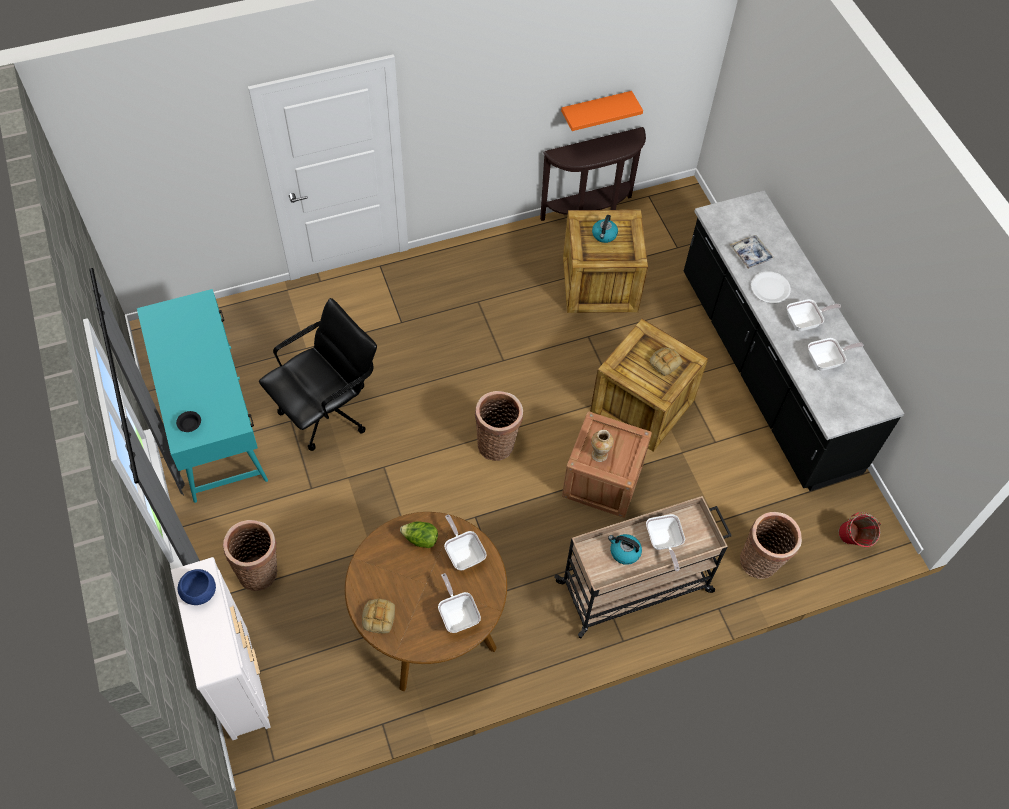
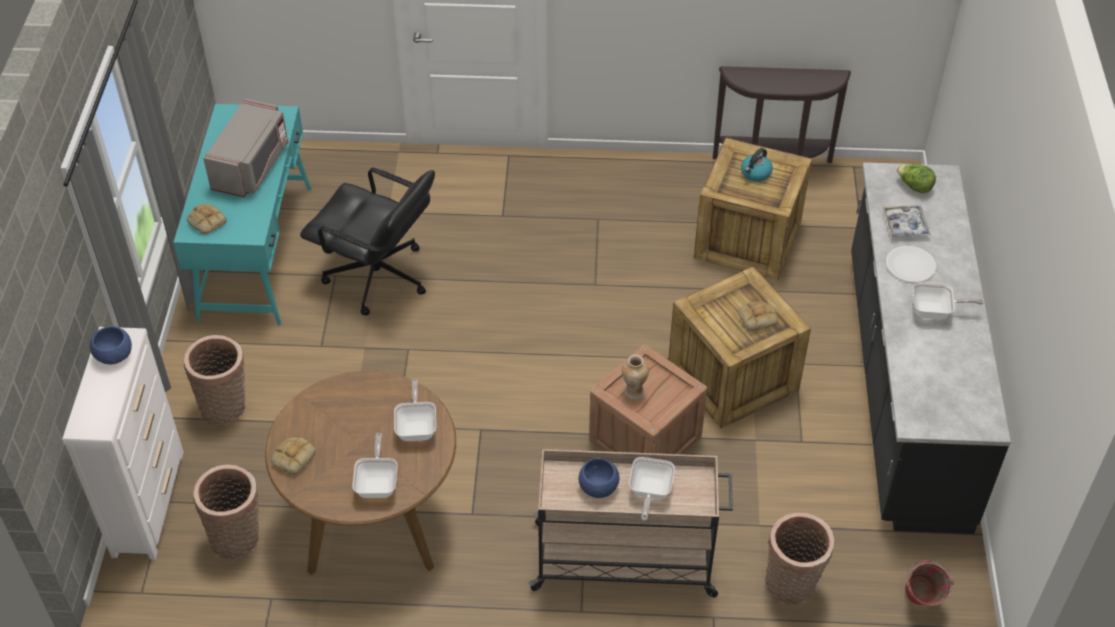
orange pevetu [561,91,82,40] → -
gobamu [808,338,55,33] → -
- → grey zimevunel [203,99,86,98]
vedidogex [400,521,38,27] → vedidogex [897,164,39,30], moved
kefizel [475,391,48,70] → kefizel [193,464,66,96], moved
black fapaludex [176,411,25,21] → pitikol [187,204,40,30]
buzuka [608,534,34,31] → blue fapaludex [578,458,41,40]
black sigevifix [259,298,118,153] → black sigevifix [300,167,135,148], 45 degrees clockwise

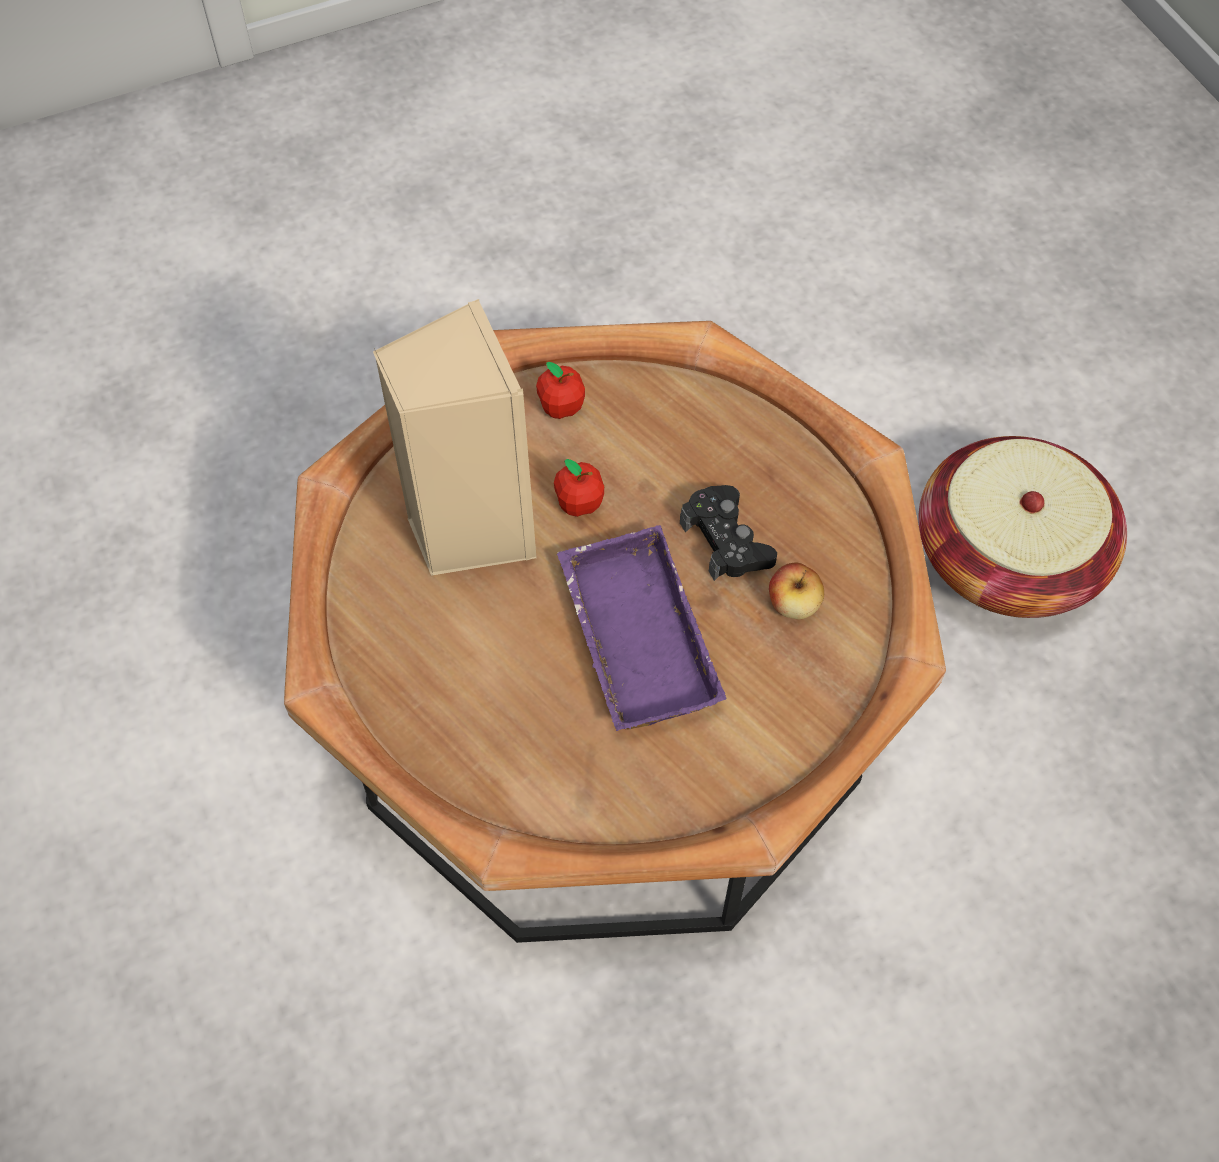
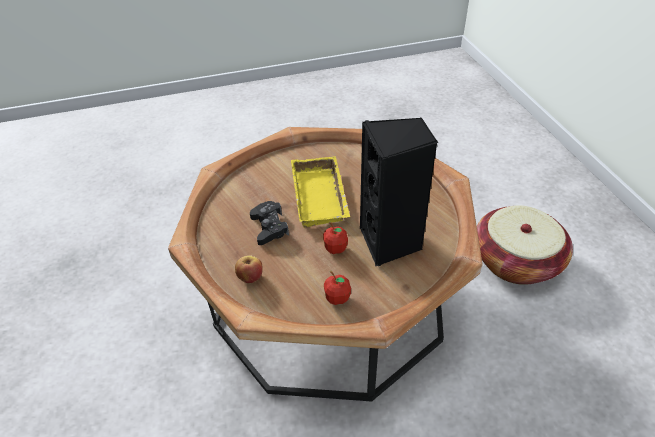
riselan [769,563,55,57] → riselan [235,255,28,28], moved
kefizel [918,436,209,182] → kefizel [477,205,96,80], moved
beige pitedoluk [373,299,163,277] → black pitedoluk [360,118,78,148]
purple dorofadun [557,525,170,206] → yellow dorofadun [291,156,60,72]

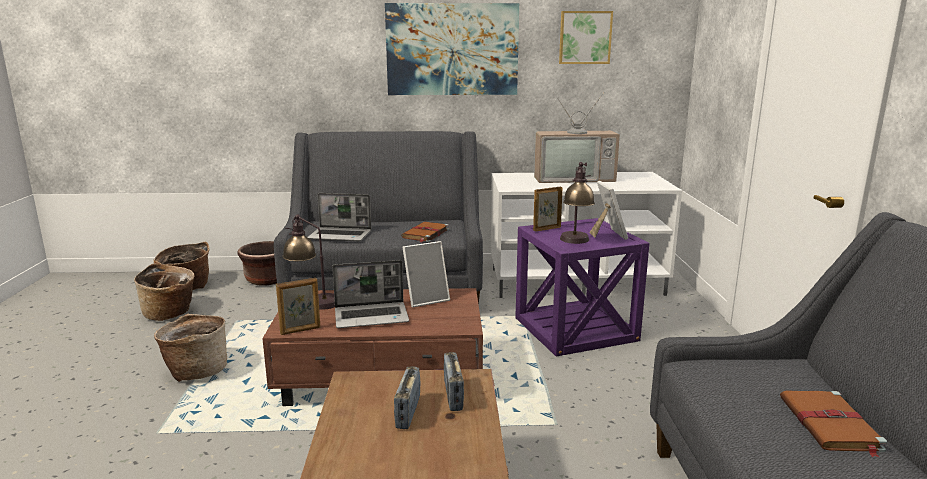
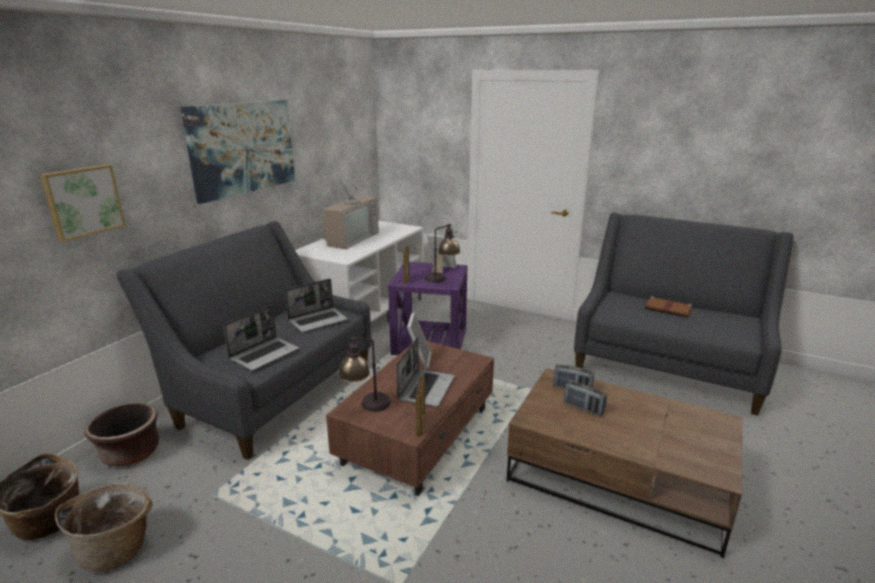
kefizel [154,314,73,68] → -
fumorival [559,11,54,53] → fumorival [40,164,86,78], moved
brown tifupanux [401,222,48,20] → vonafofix [285,279,63,53]

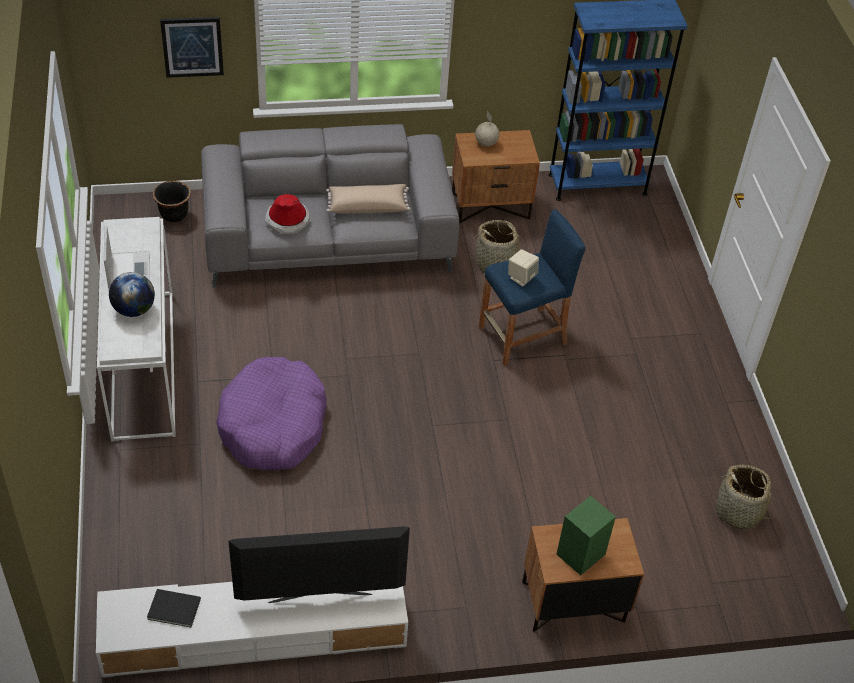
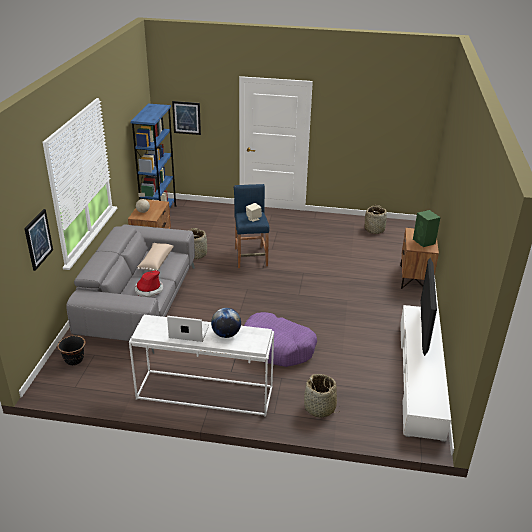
black tifupanux [147,589,54,39] → -
- → fumorival [172,101,29,34]
- → kefizel [304,374,36,44]

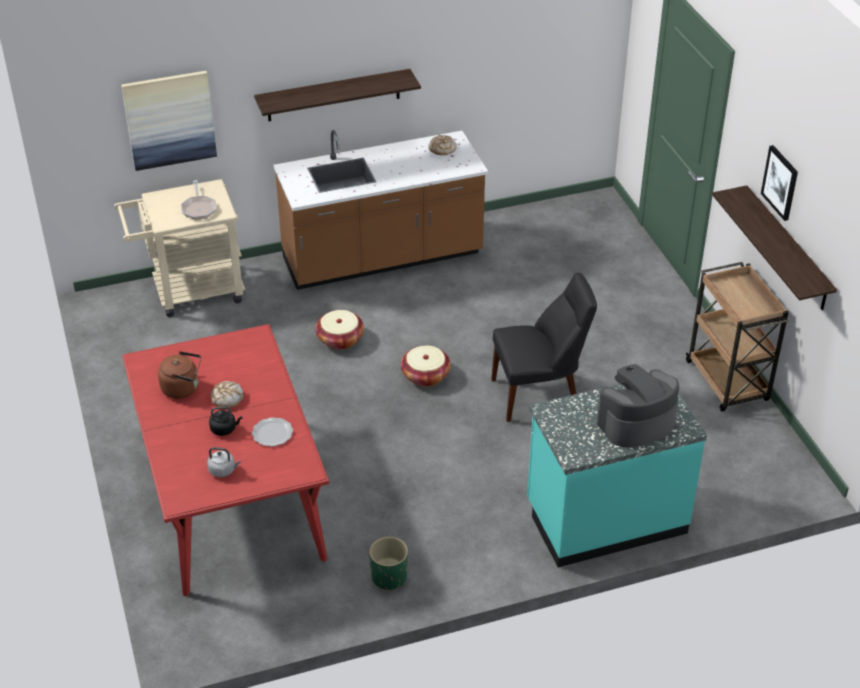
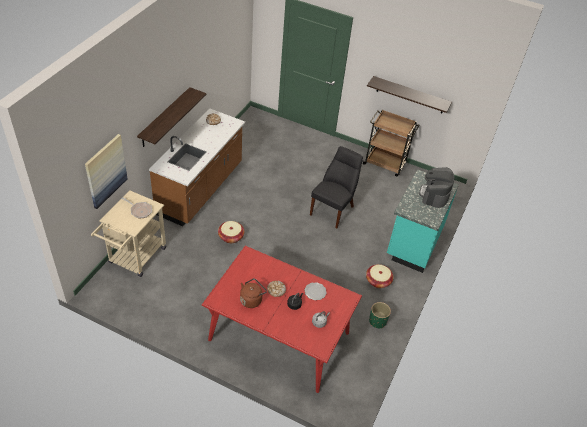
fumorival [761,145,37,76] → -
kefizel [401,346,50,41] → kefizel [366,264,27,24], moved

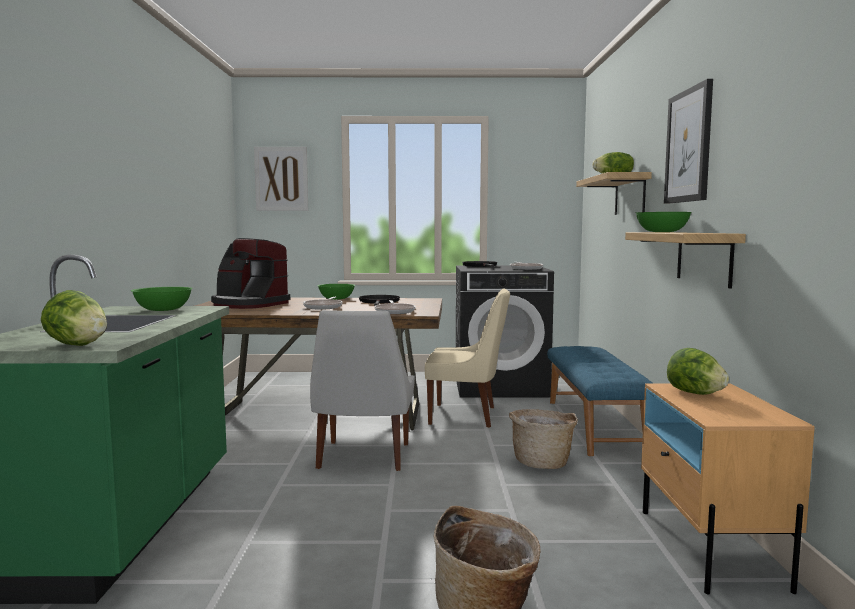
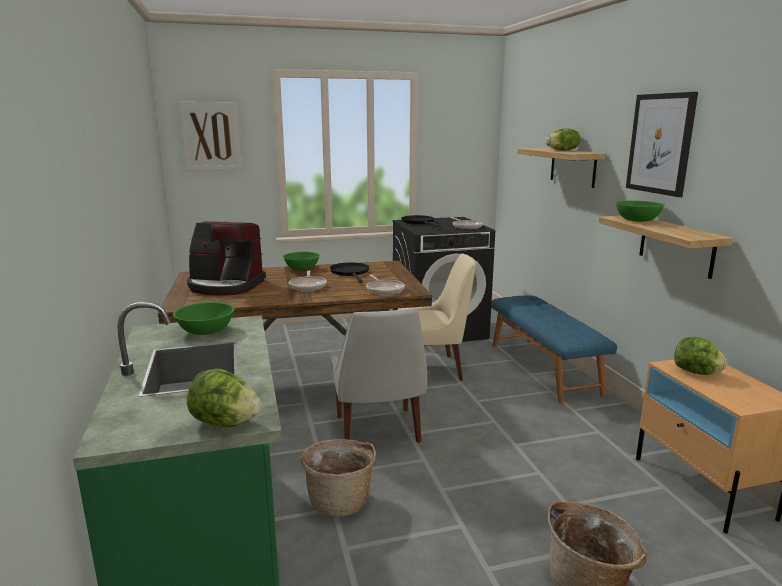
kefizel [509,409,69,60] → kefizel [301,439,75,78], moved

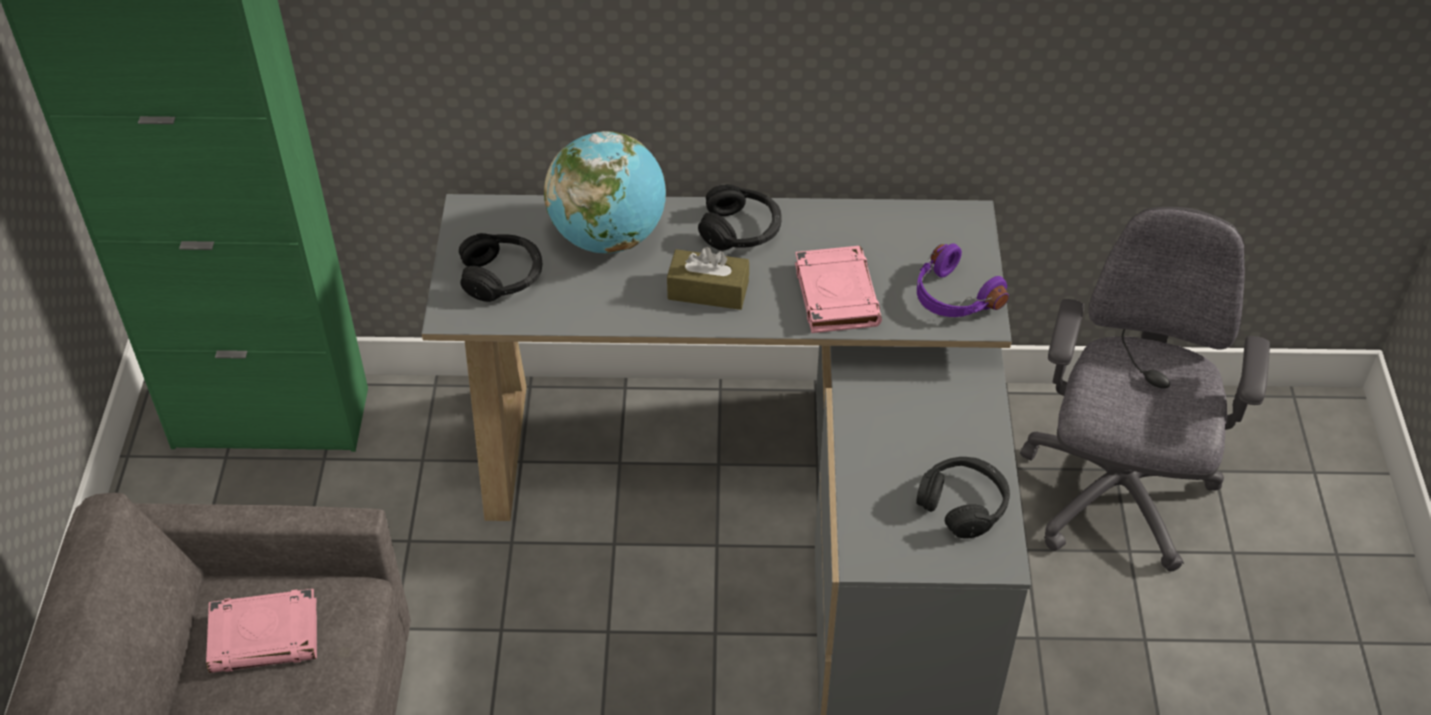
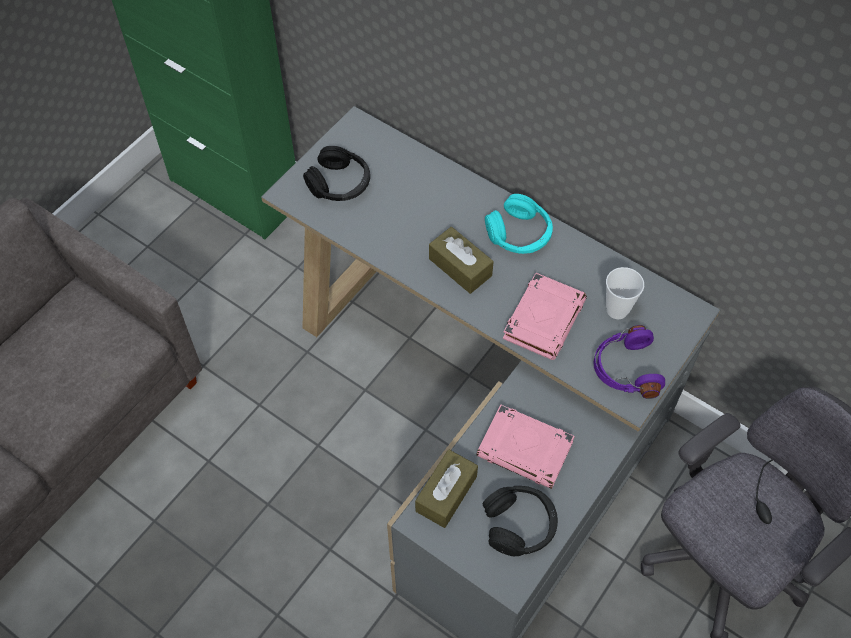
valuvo [544,131,122,122] → -
- → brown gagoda [415,449,63,79]
- → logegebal [606,267,38,52]
pink tifupanux [206,589,111,84] → pink tifupanux [476,405,99,84], moved
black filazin [698,184,83,67] → turquoise filazin [485,194,68,60]

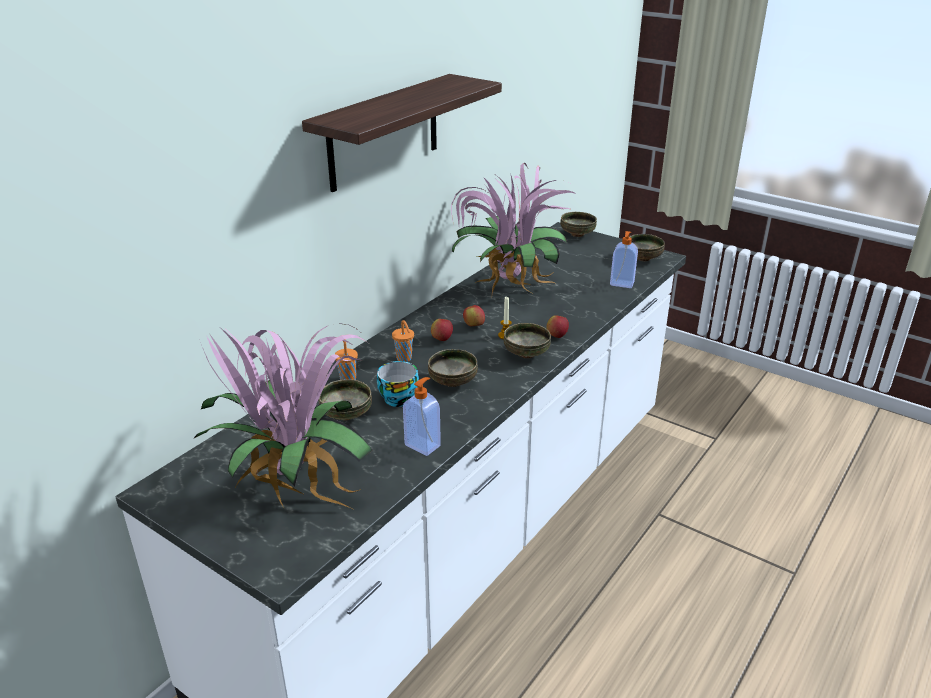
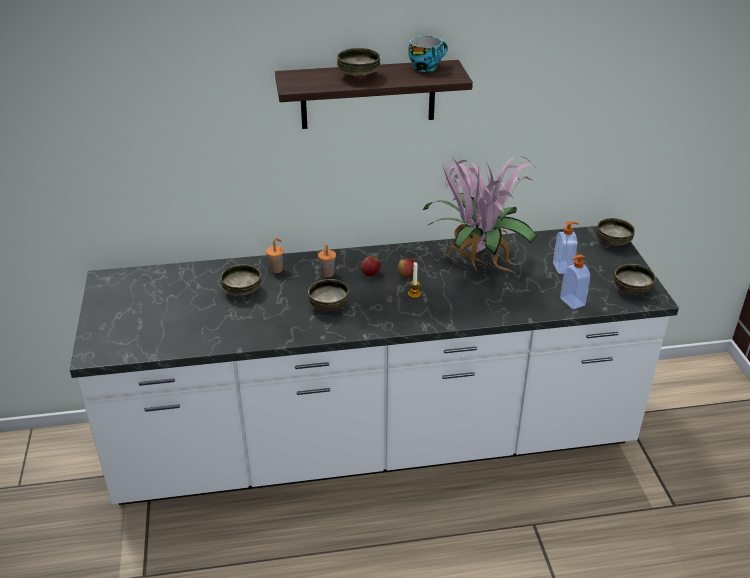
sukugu [193,323,179,187] → -
riselan [546,315,23,23] → -
logegebal [377,361,42,46] → logegebal [409,36,39,36], moved
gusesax [403,377,38,79] → gusesax [553,222,25,52], moved
fapaludex [504,323,47,35] → fapaludex [337,48,43,31], moved

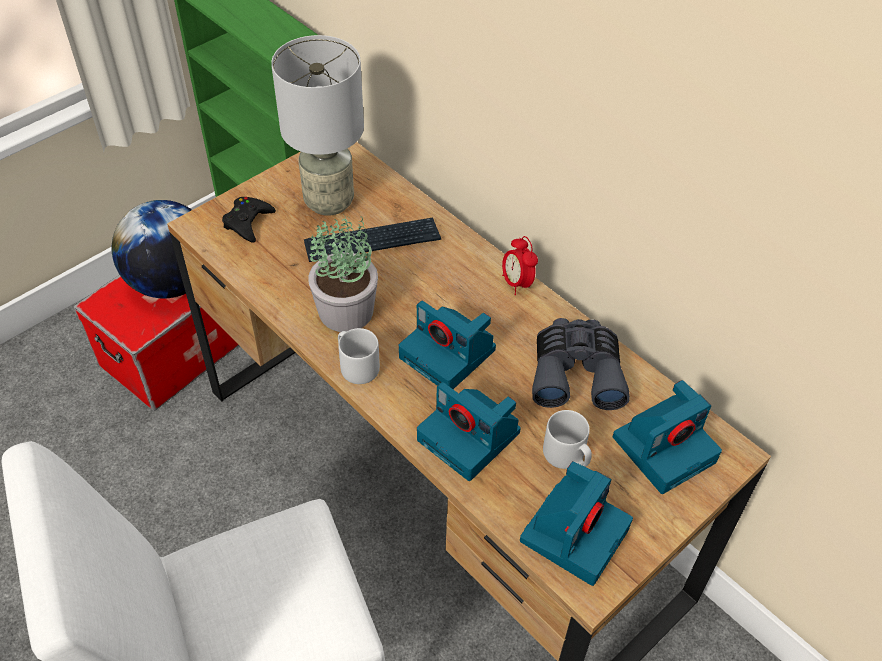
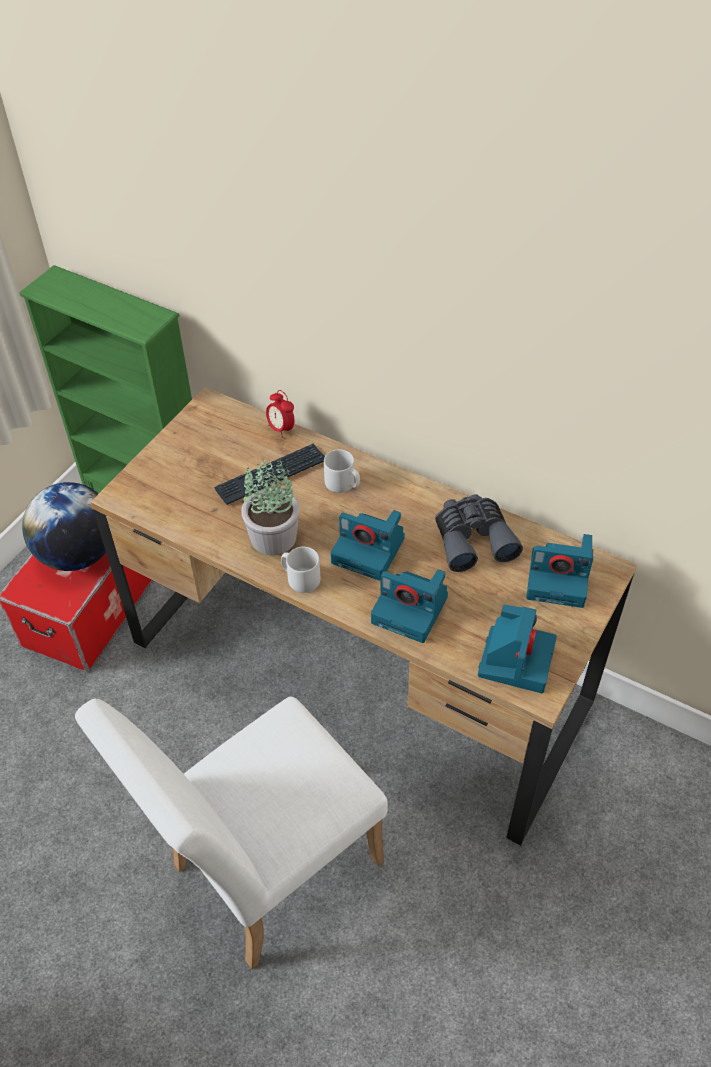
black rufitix [222,197,54,46] → -
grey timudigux [271,35,93,181] → -
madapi [502,236,36,59] → madapi [266,390,28,48], moved
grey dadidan [543,410,49,59] → grey dadidan [324,450,36,43], moved
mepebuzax [613,380,109,114] → mepebuzax [526,534,67,74], 60 degrees clockwise

